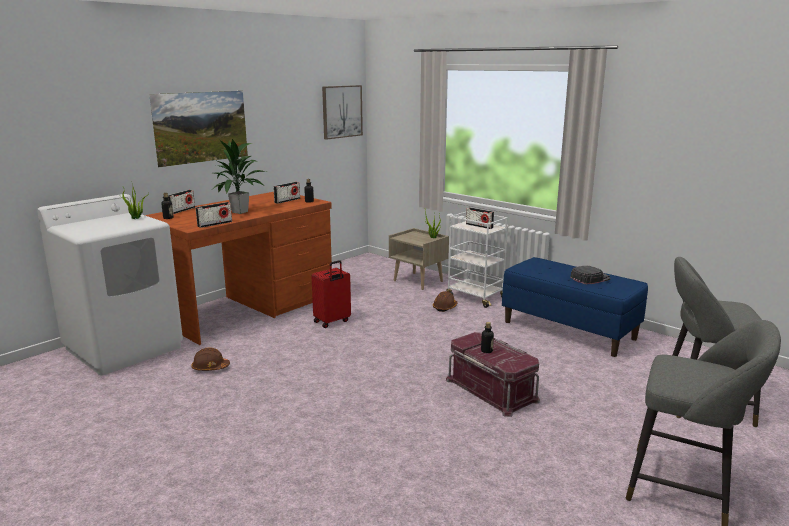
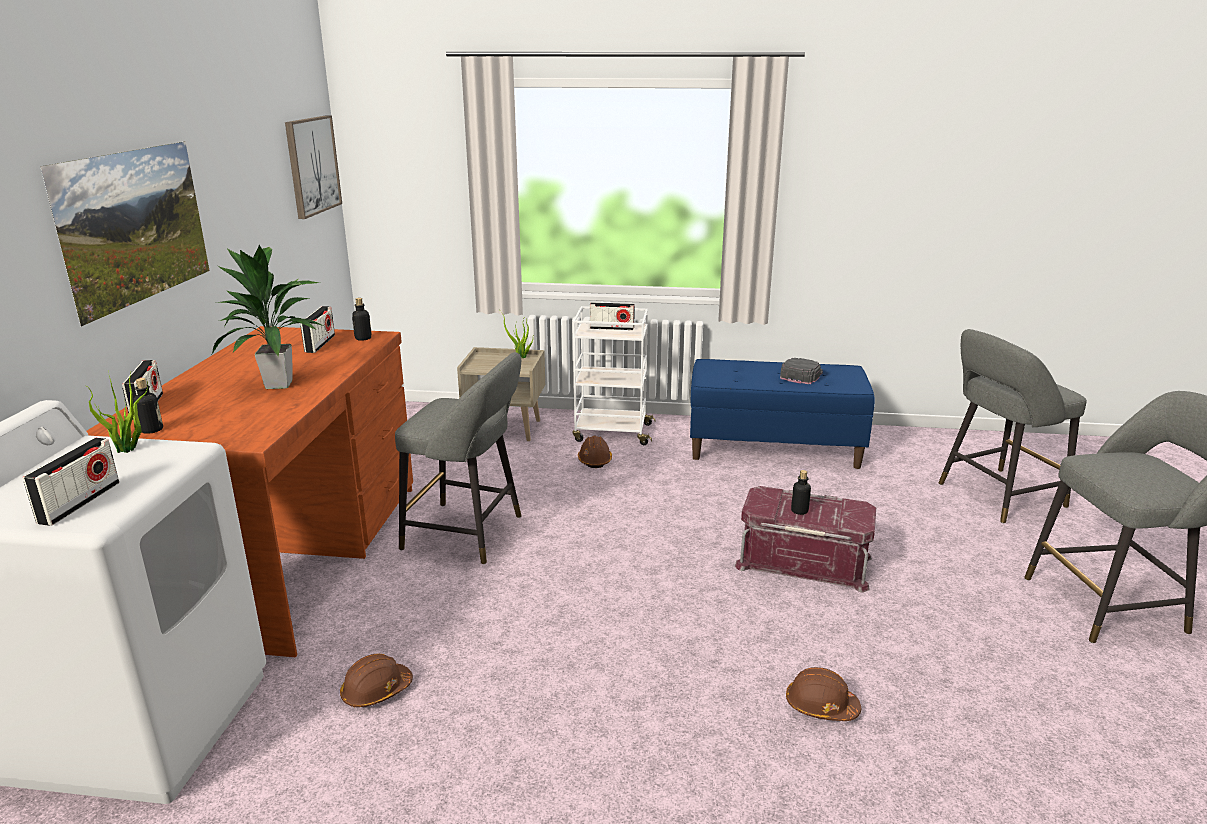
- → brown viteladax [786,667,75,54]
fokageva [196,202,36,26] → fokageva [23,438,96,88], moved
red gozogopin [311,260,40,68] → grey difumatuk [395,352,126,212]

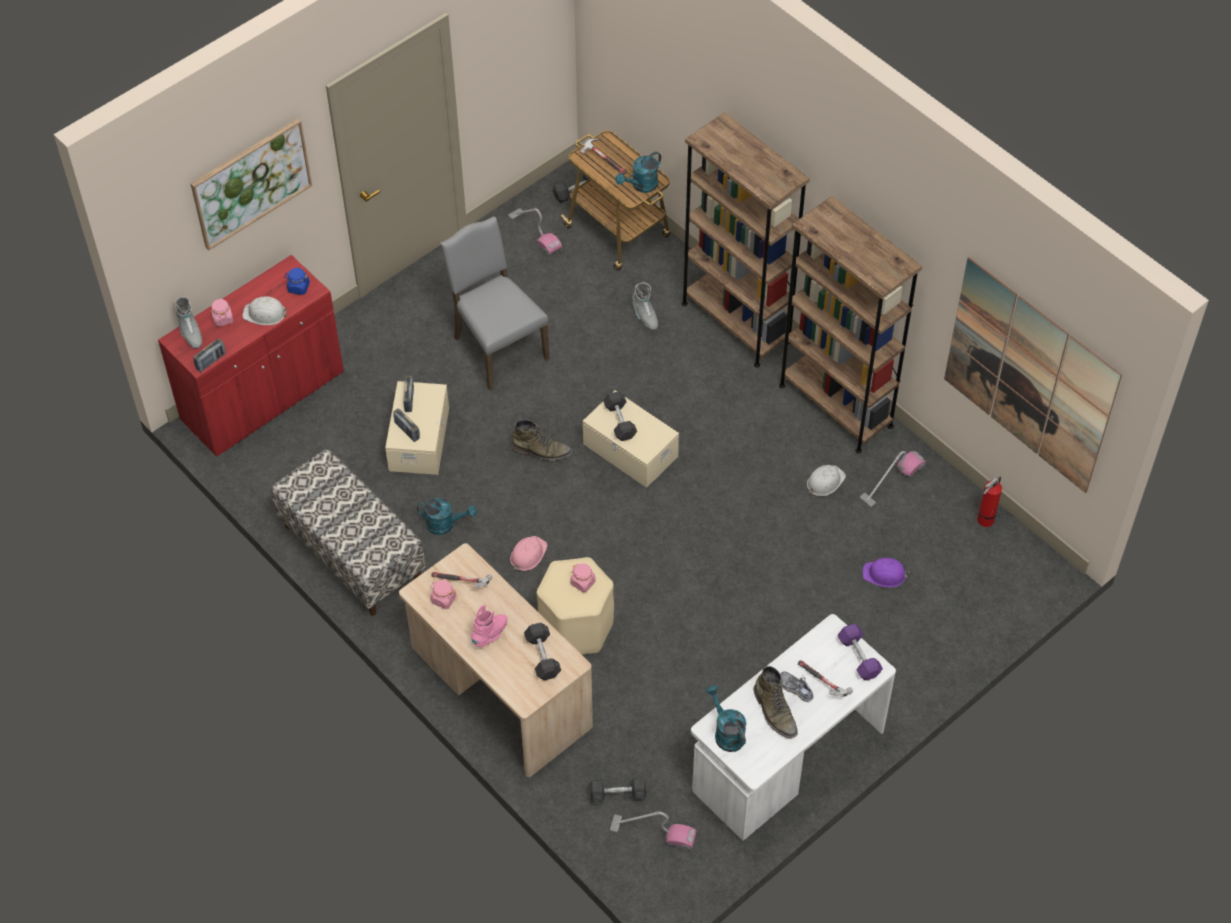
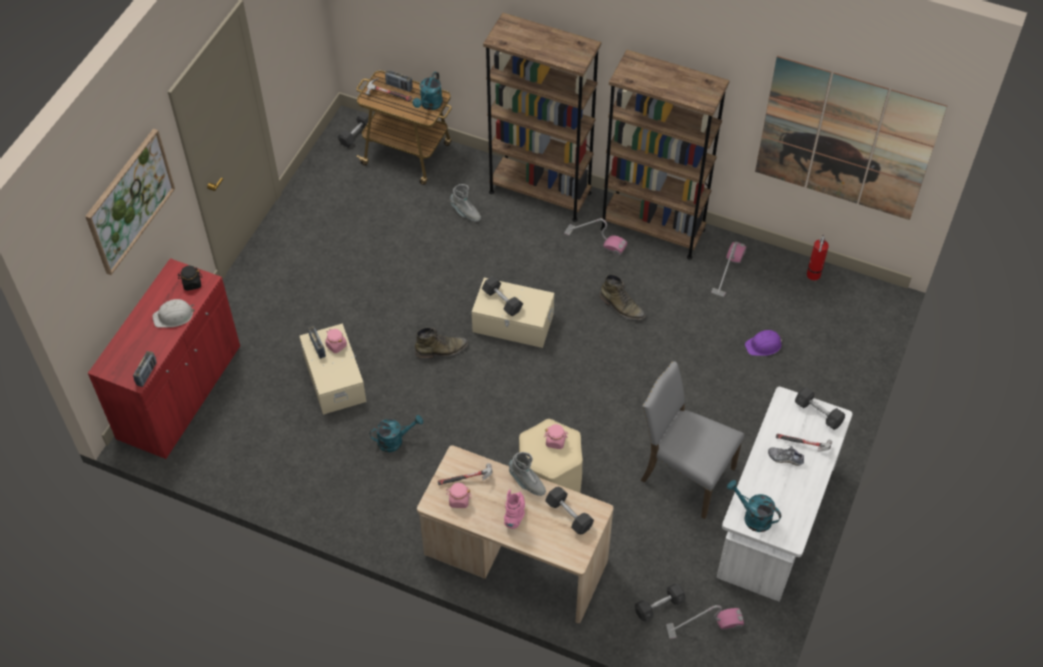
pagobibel [271,449,155,167] → -
pink viteladax [510,536,37,35] → -
white viteladax [807,465,39,31] → -
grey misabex [175,297,27,51] → grey misabex [509,452,37,44], moved
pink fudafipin [211,299,23,28] → pink fudafipin [325,329,22,24], moved
fokageva [393,408,27,34] → fokageva [385,70,27,22], moved
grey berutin [440,216,109,174] → grey berutin [641,361,104,158], moved
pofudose [508,208,54,47] → pofudose [564,218,63,37], moved
green misabex [754,666,44,72] → green misabex [599,274,46,46], moved
blue fudafipin [284,268,26,27] → black fudafipin [178,266,24,25]
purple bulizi [837,624,46,56] → grey bulizi [795,387,50,43]

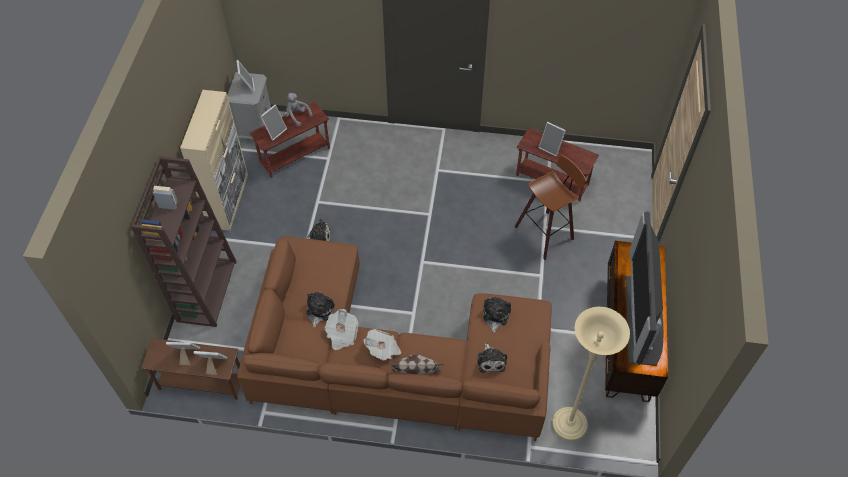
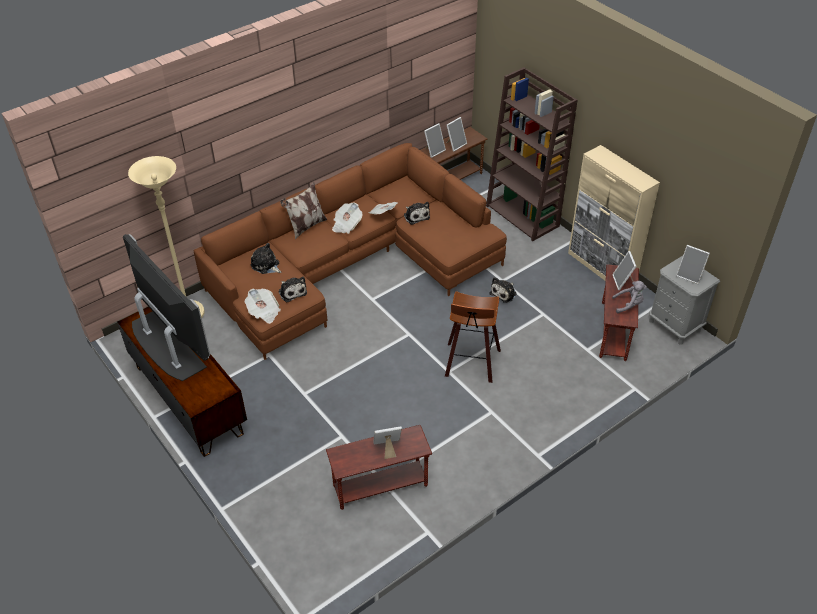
- → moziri [245,288,36,36]
difumatuk [515,155,71,105] → difumatuk [445,291,56,92], moved

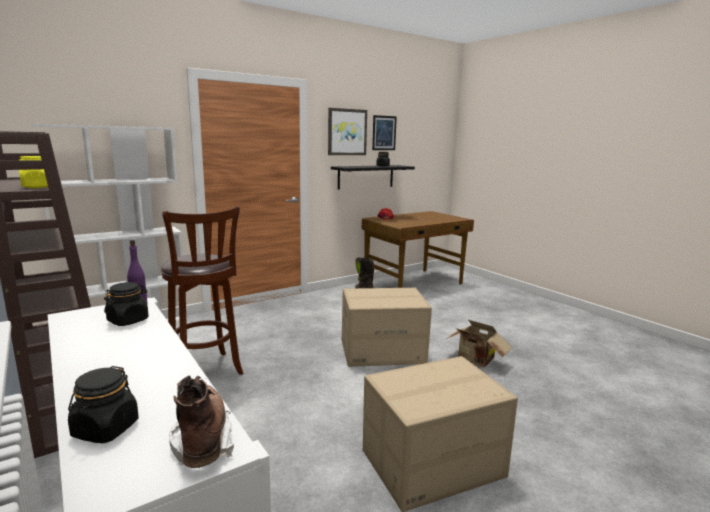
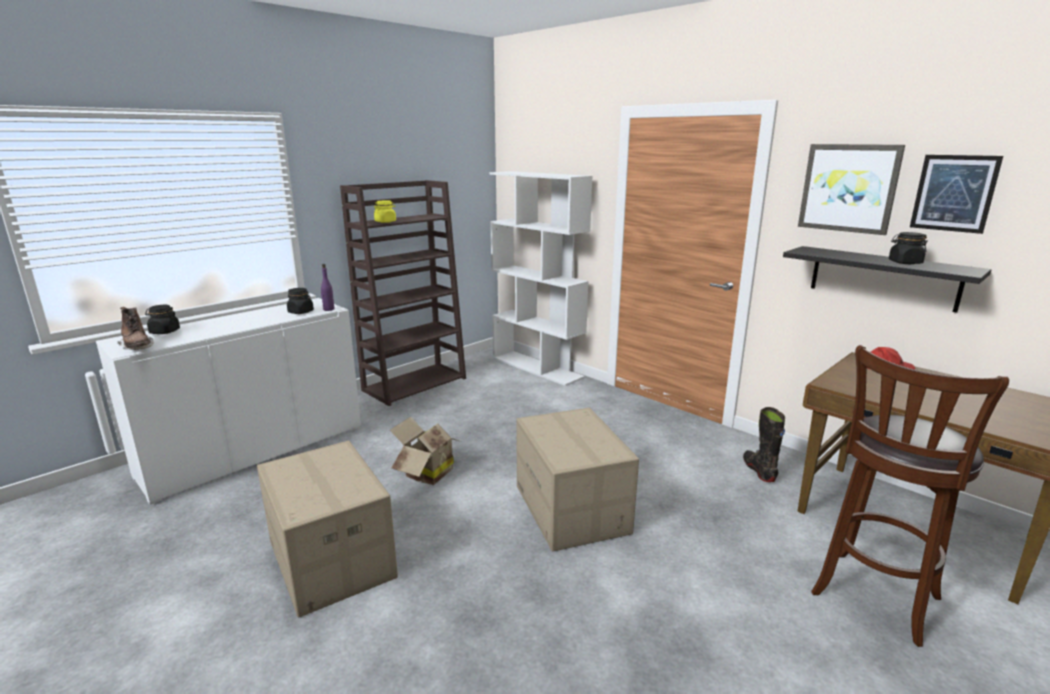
brown difumatuk [161,206,82,169] → brown difumatuk [811,345,198,302], moved
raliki [446,320,66,48] → raliki [390,417,71,68], moved
brown misabex [169,375,65,93] → brown misabex [118,307,36,43], 75 degrees clockwise

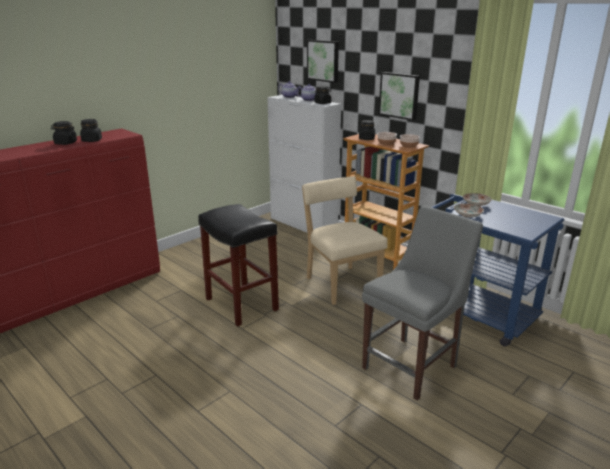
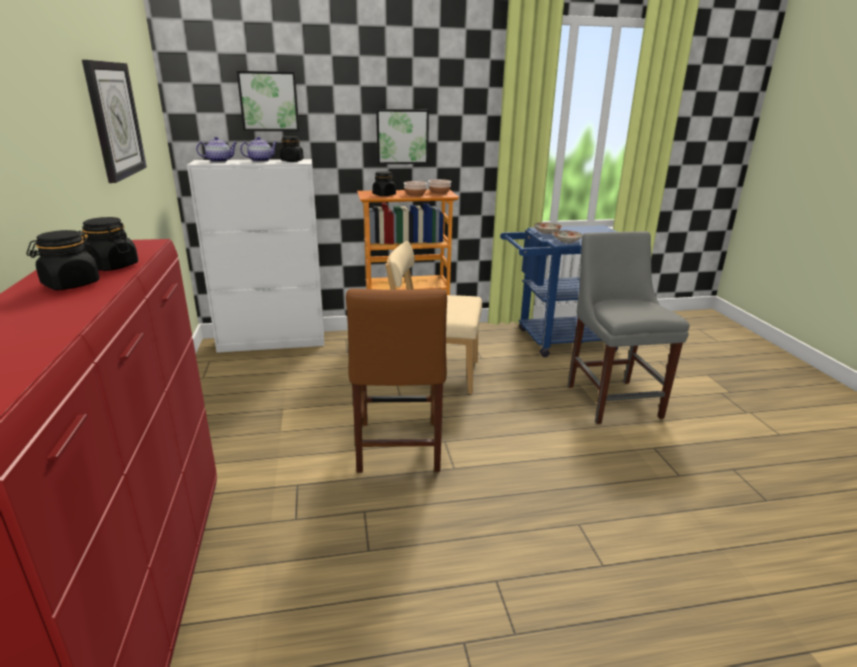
- → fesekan [82,60,65,123]
black difumatuk [198,204,81,123] → brown berutin [346,288,101,185]

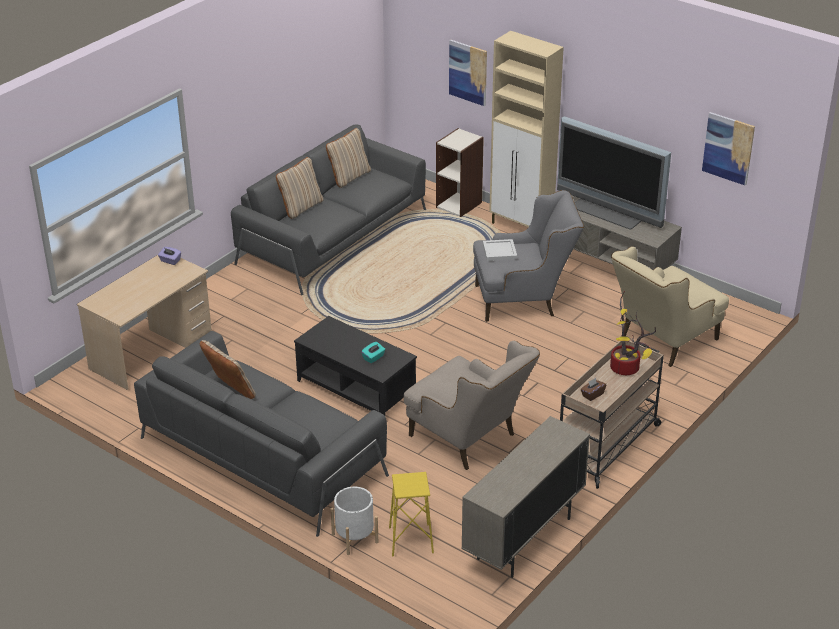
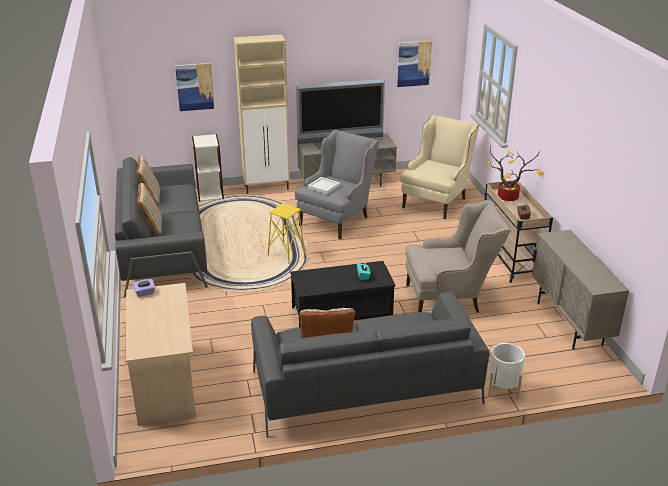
yellow difumatuk [389,472,45,85] → yellow difumatuk [267,203,38,61], moved
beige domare [611,247,118,120] → beige domare [400,115,79,104], 150 degrees counterclockwise

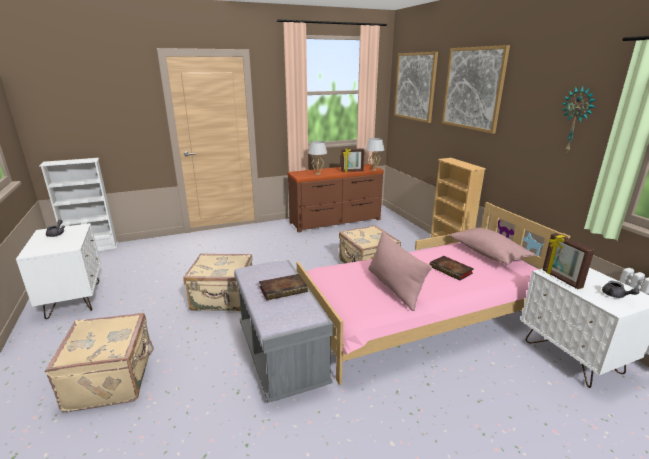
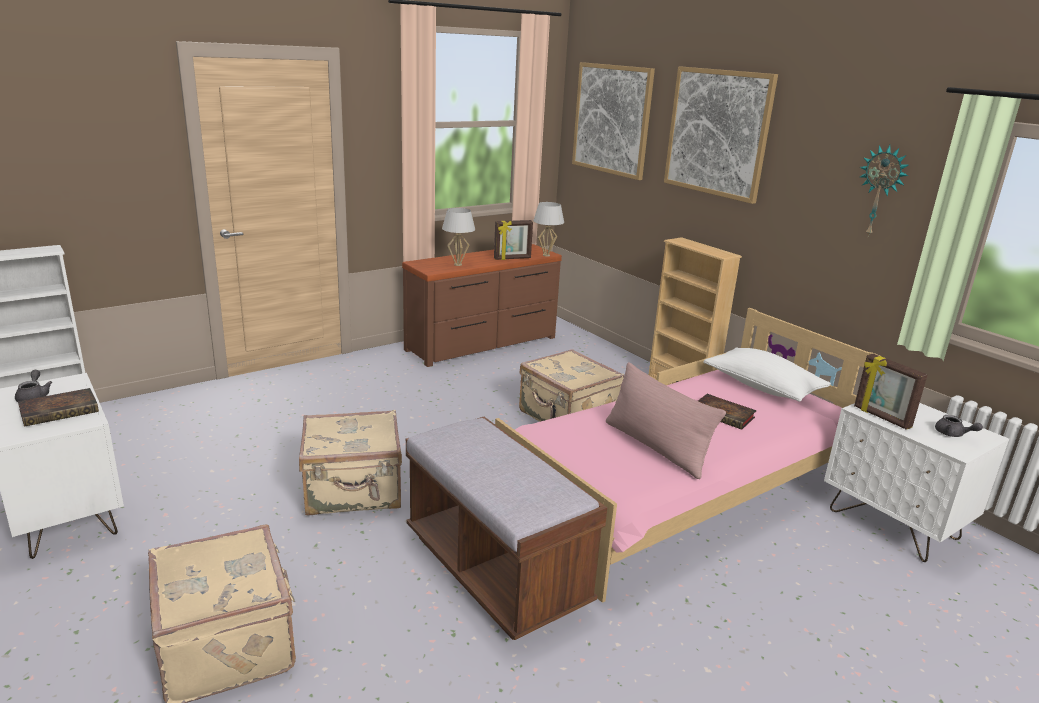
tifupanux [259,274,49,26] → tifupanux [18,388,81,39], moved
grey pagobibel [234,260,99,143] → brown pagobibel [406,417,201,223]
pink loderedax [449,228,86,37] → white loderedax [703,348,128,54]

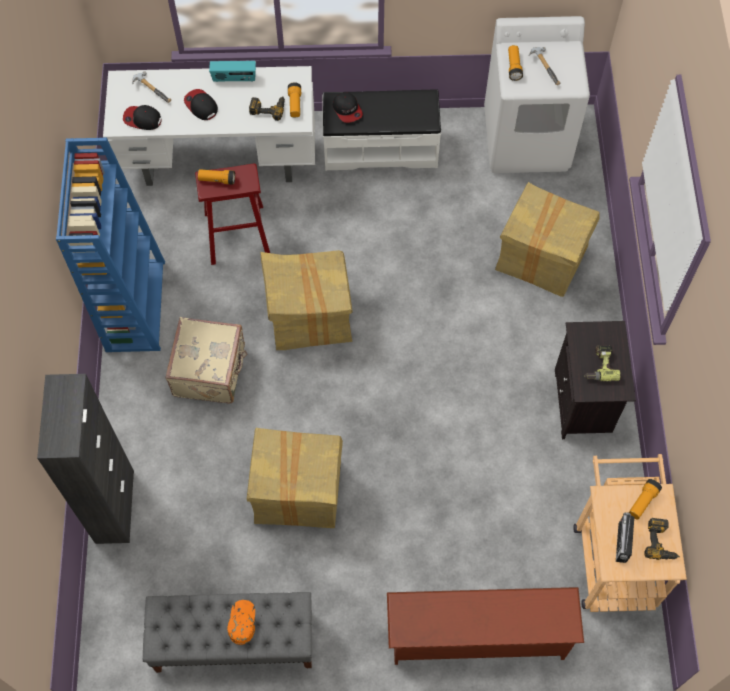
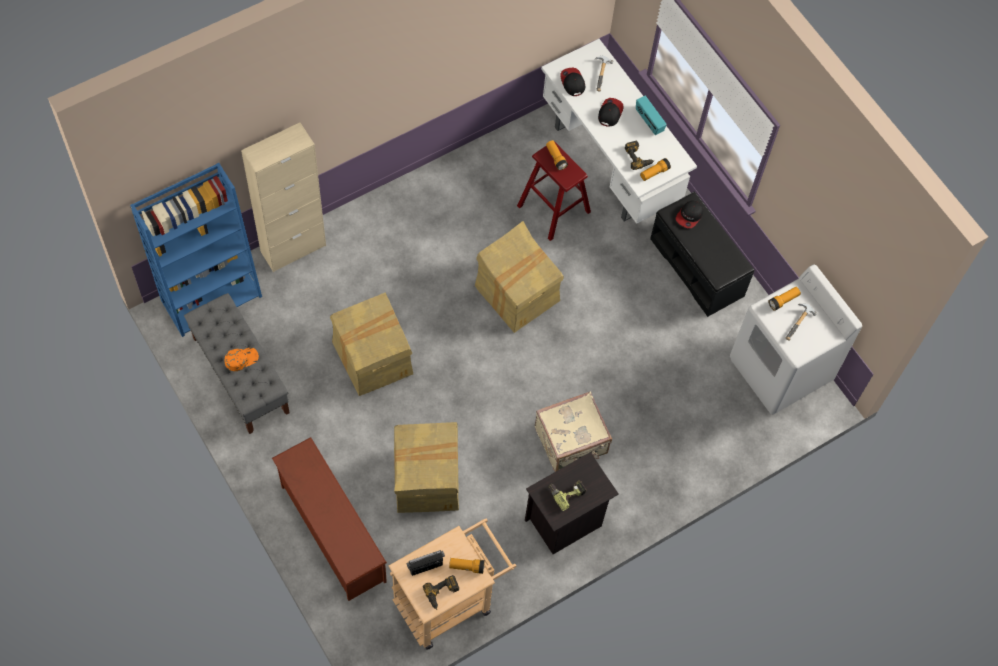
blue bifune [56,138,109,214] → blue bifune [130,163,132,174], moved
beige gozogopin [165,317,82,87] → beige gozogopin [535,392,77,80], moved
raliki [495,182,105,115] → raliki [394,422,65,91], moved
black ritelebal [37,374,97,170] → beige ritelebal [241,123,85,149]
white pagobibel [322,89,119,82] → black pagobibel [650,192,104,125]

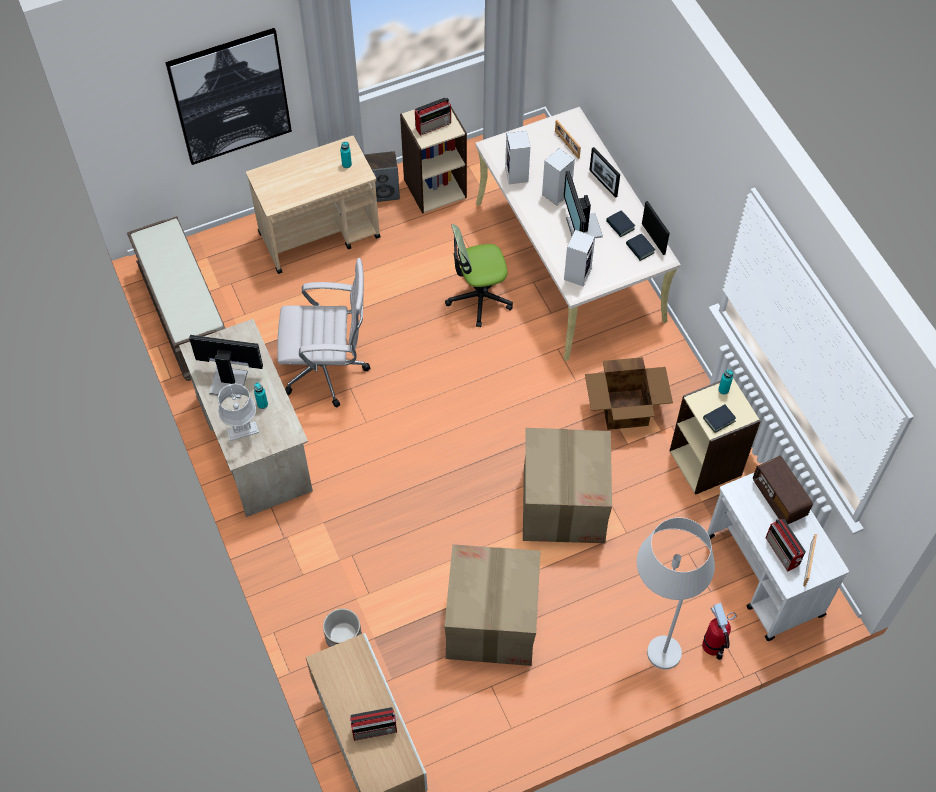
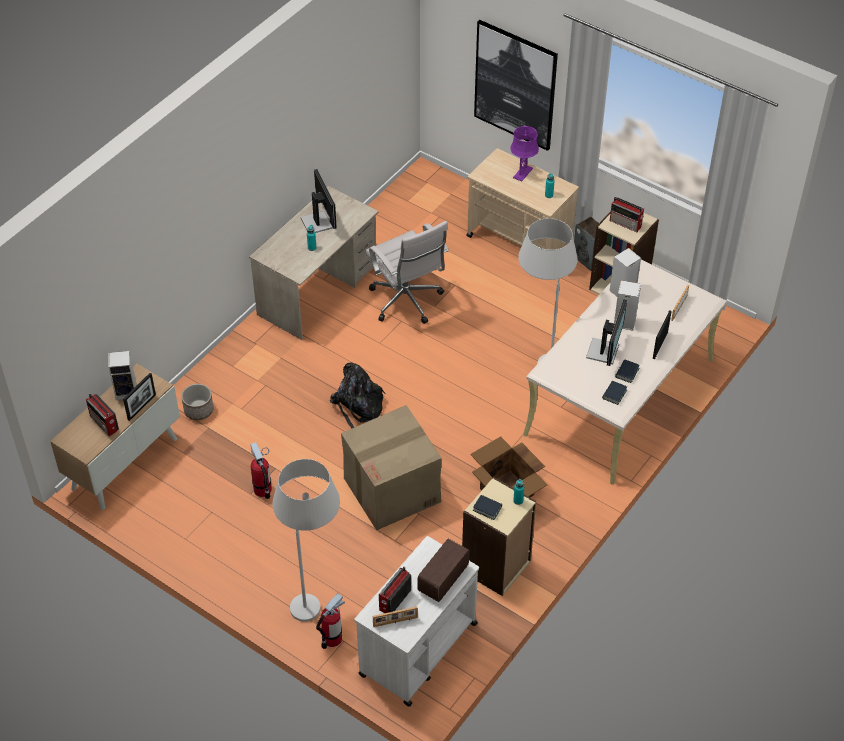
brown pagobibel [127,216,99,165] → -
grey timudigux [218,384,41,57] → -
- → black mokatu [330,363,56,66]
- → purple timudigux [510,126,29,56]
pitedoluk [564,230,31,56] → pitedoluk [108,351,29,49], moved
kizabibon [642,201,28,54] → kizabibon [123,373,33,48], moved
raliki [444,544,96,122] → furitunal [250,442,22,57]
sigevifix [445,224,68,103] → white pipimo [518,218,59,146]
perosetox [564,171,39,67] → perosetox [586,299,41,67], 150 degrees clockwise

